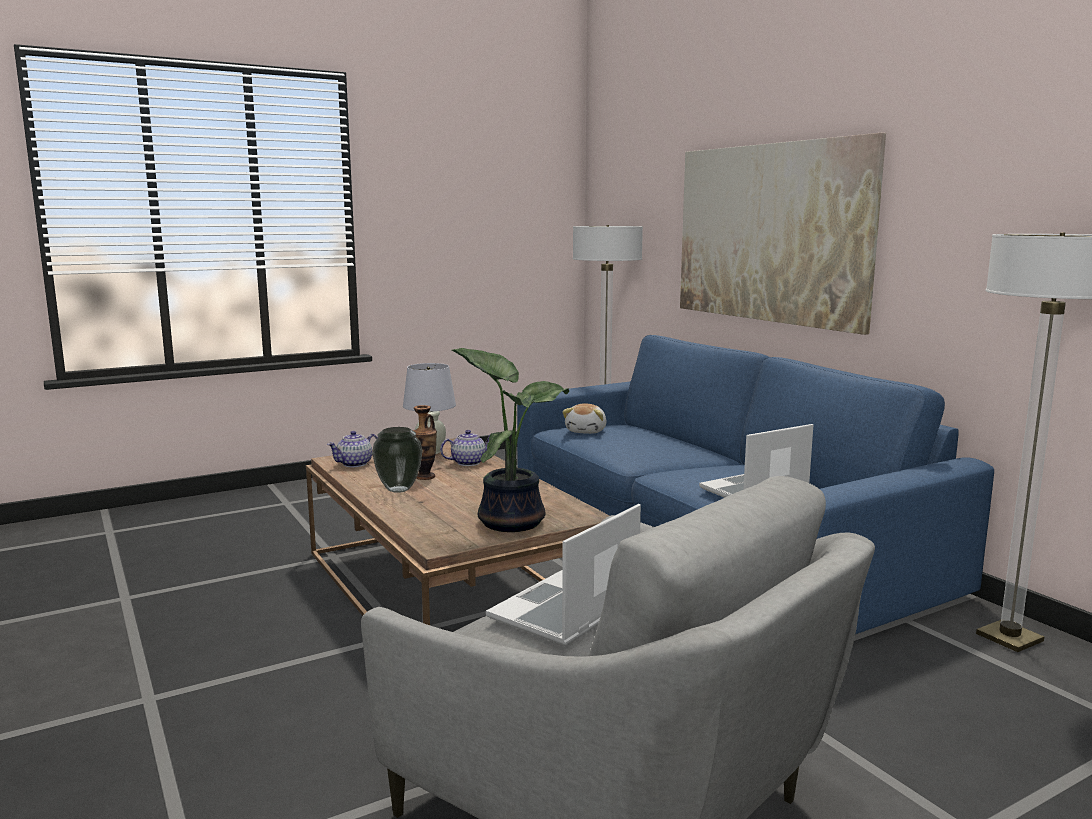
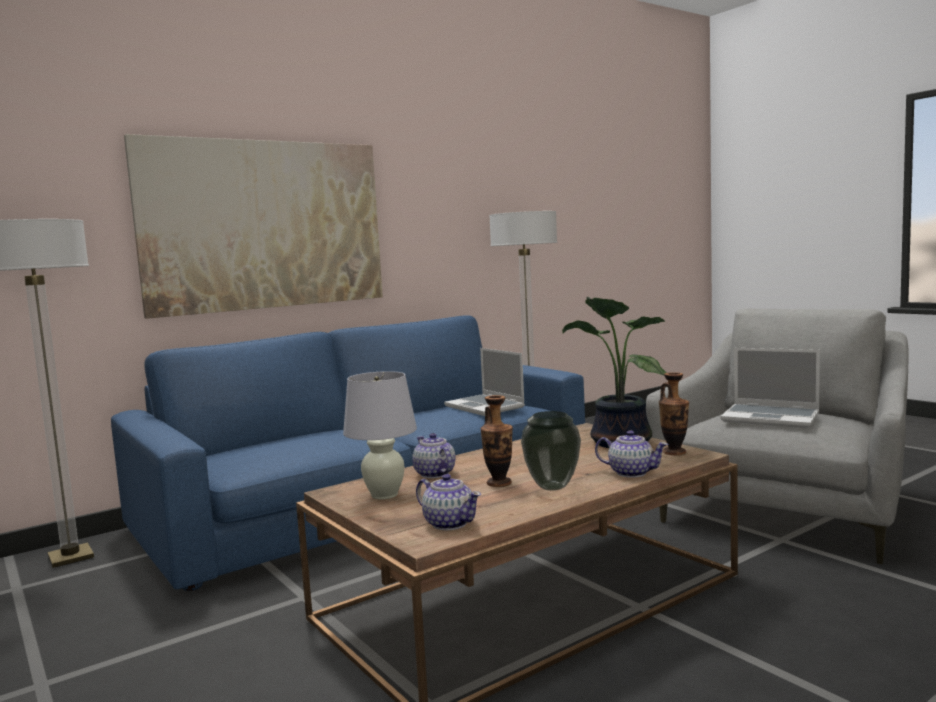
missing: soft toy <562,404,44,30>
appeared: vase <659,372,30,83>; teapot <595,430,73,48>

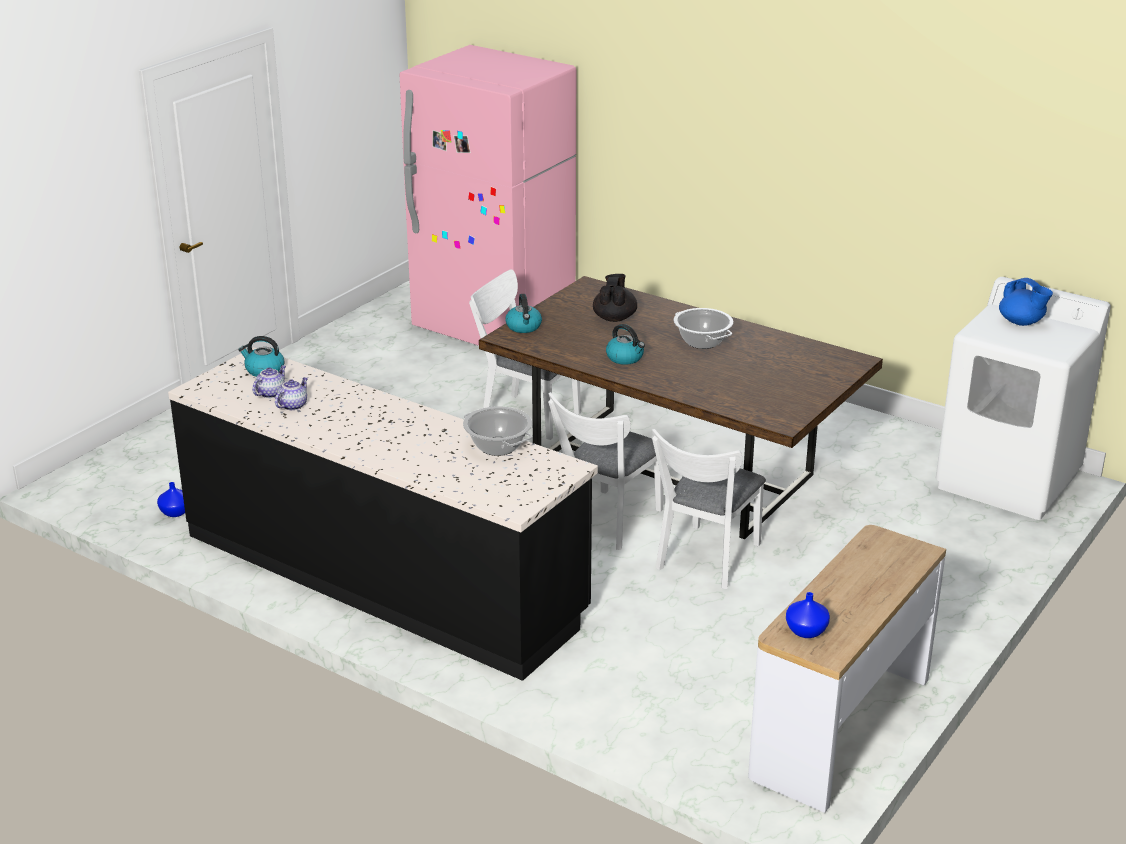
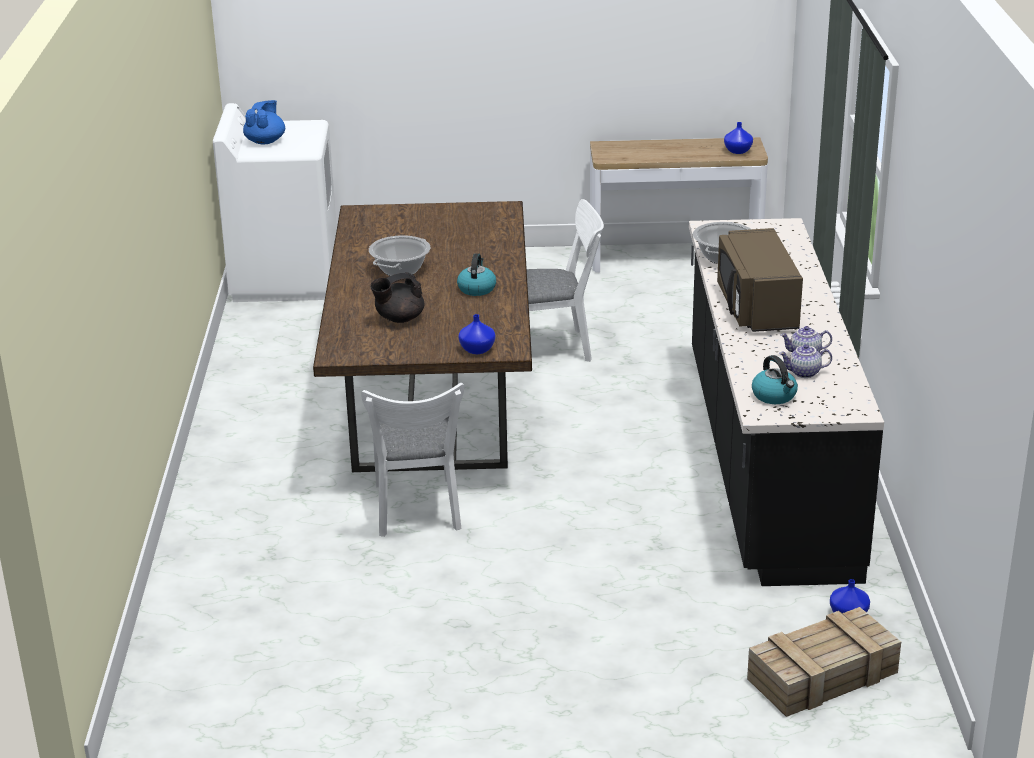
missing: fridge (pinkish) <399,45,177,301>; upright chair (white) <548,392,116,158>
appeared: microwave (brown) <717,228,86,104>; crate <747,607,154,110>
exchanged: tea kettle <506,294,36,39> to vase (bluish) <458,314,37,40>

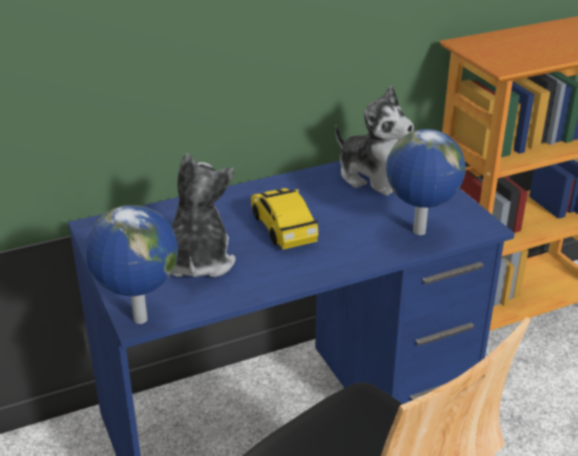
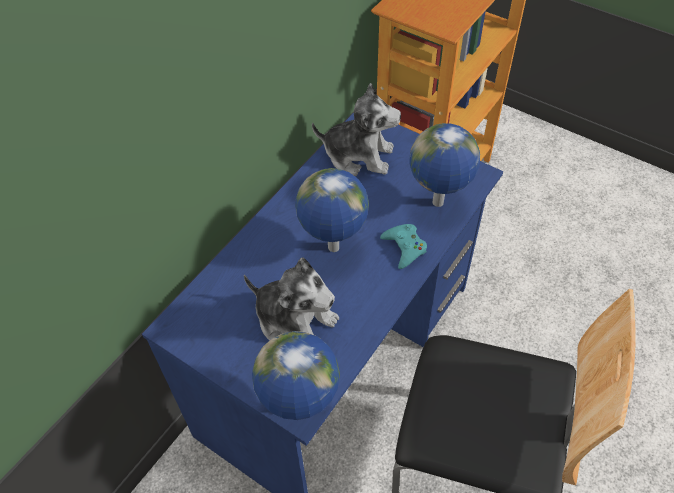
appeared: joypad (blue-green) <380,224,47,45>
exchanged: model car <251,188,68,61> to globe <295,168,74,84>
spun: soft toy <171,153,65,124> = <244,258,95,83> 150 degrees clockwise

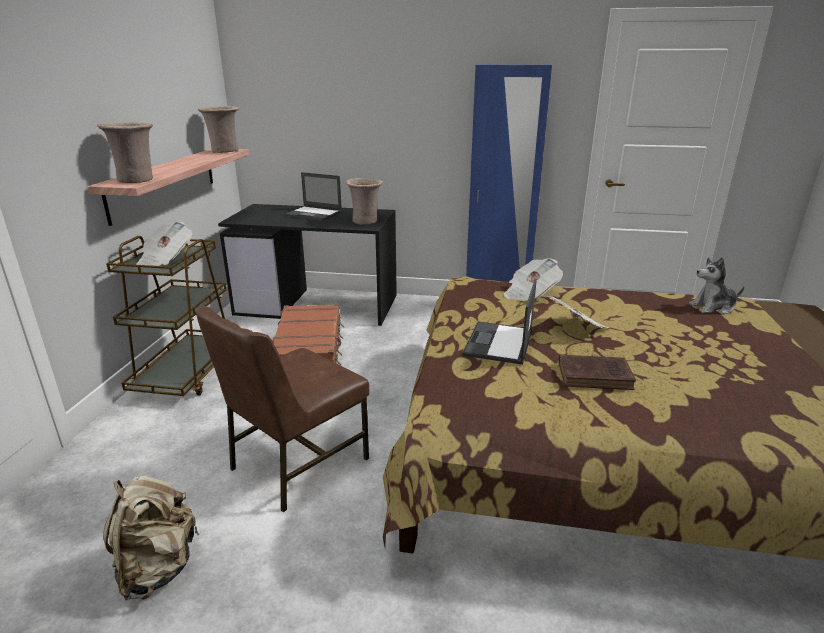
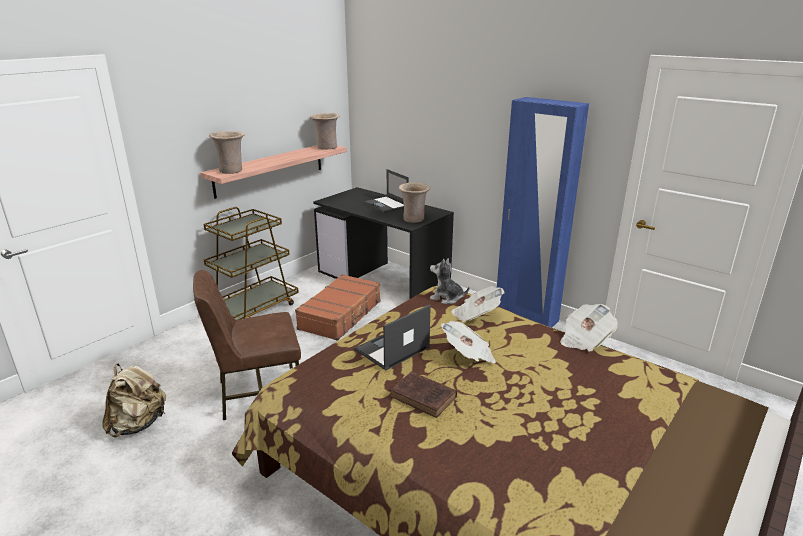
relocated: daily paper <136,221,56,45> to <560,304,58,48>; soft toy <689,257,56,58> to <430,258,40,46>

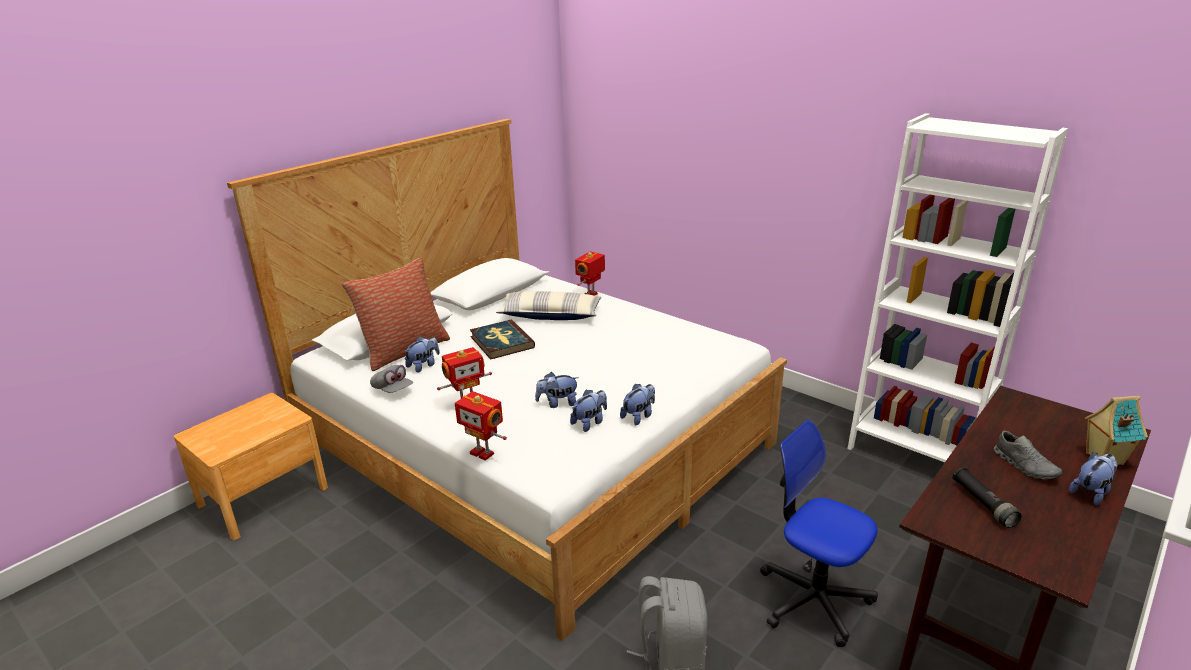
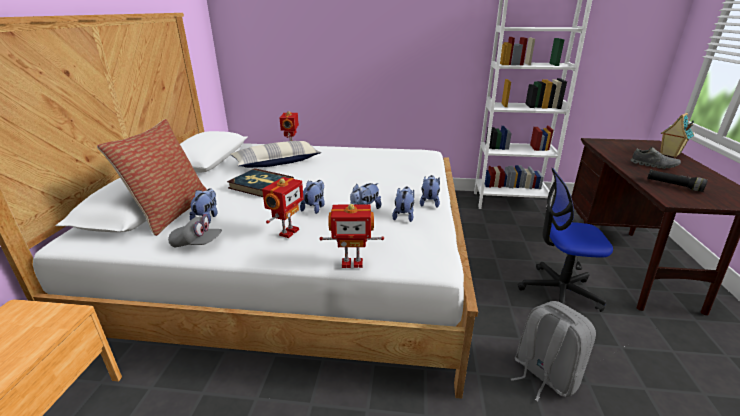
relocated: soft toy <1069,452,50,53> to <300,180,25,34>

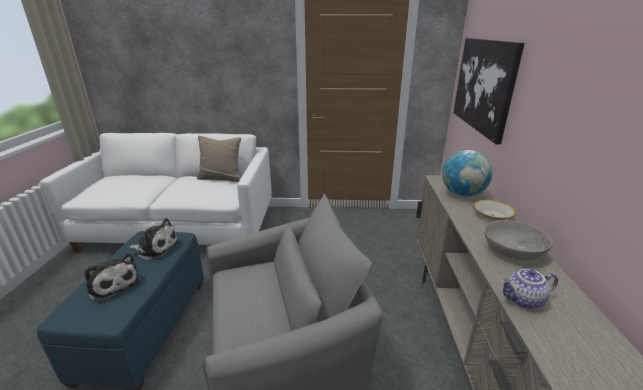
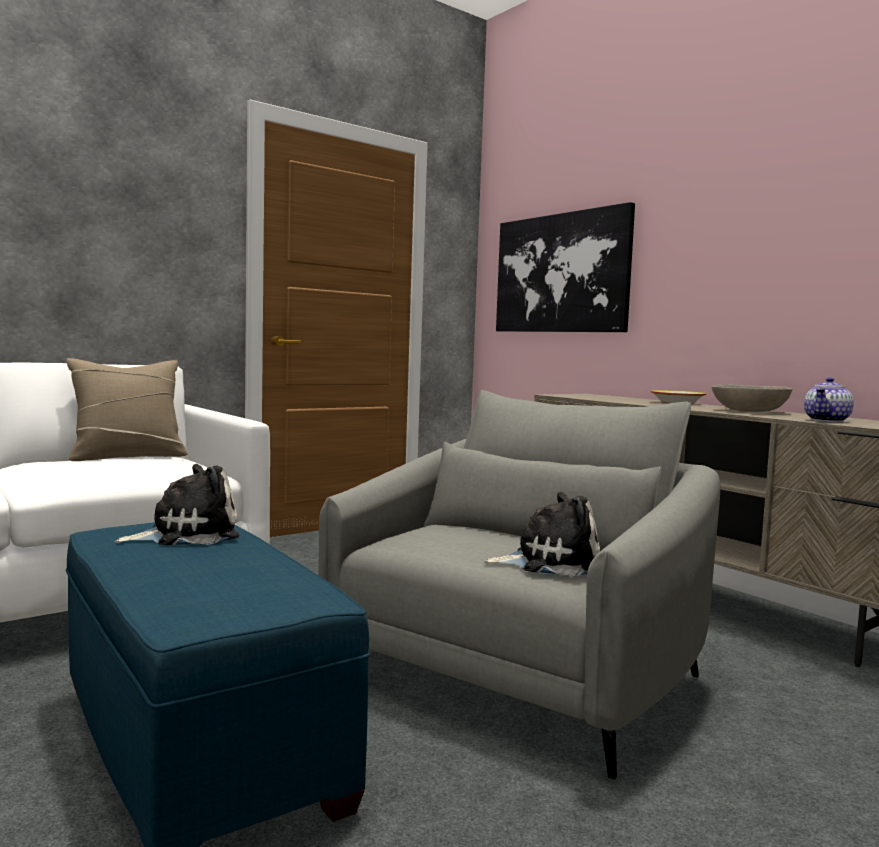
missing: globe <442,150,50,47>
relocated: soft toy <84,253,56,50> to <484,492,116,85>

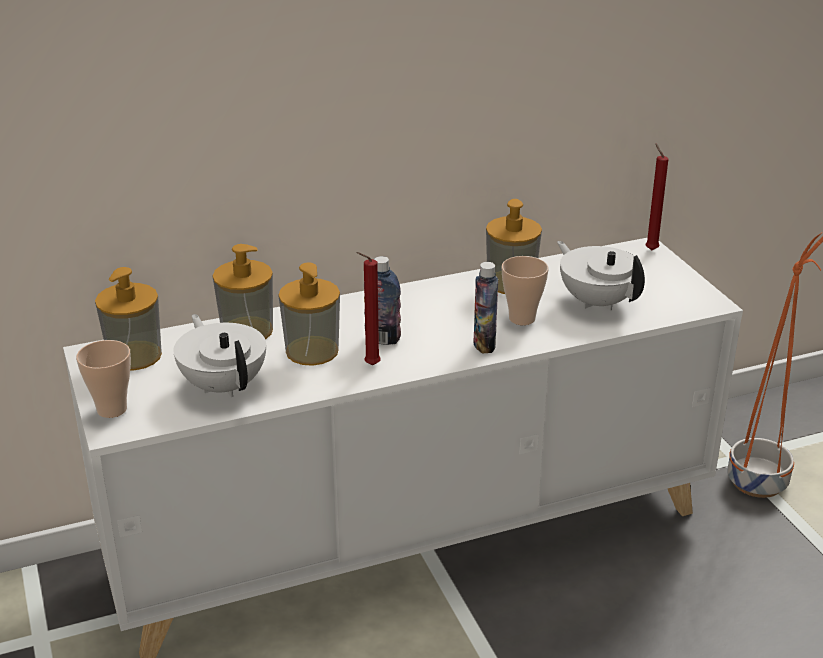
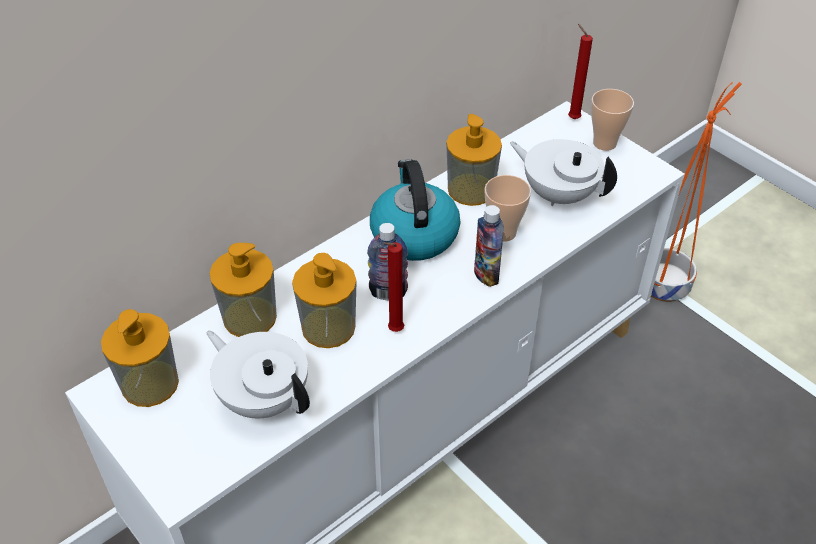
appeared: tea kettle <370,159,90,102>
relocated: drinking cup <76,340,55,78> to <591,89,43,62>

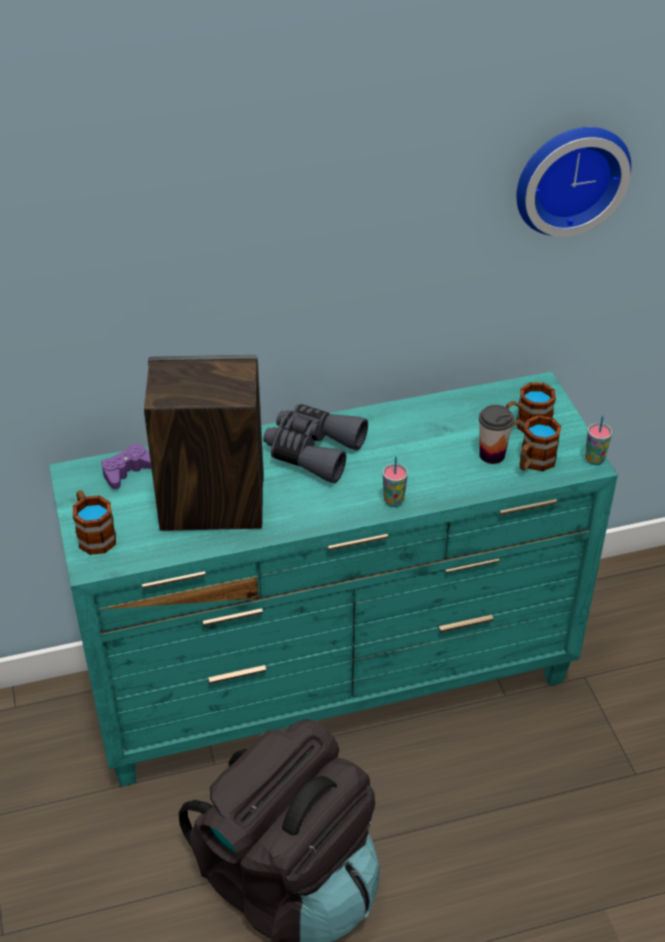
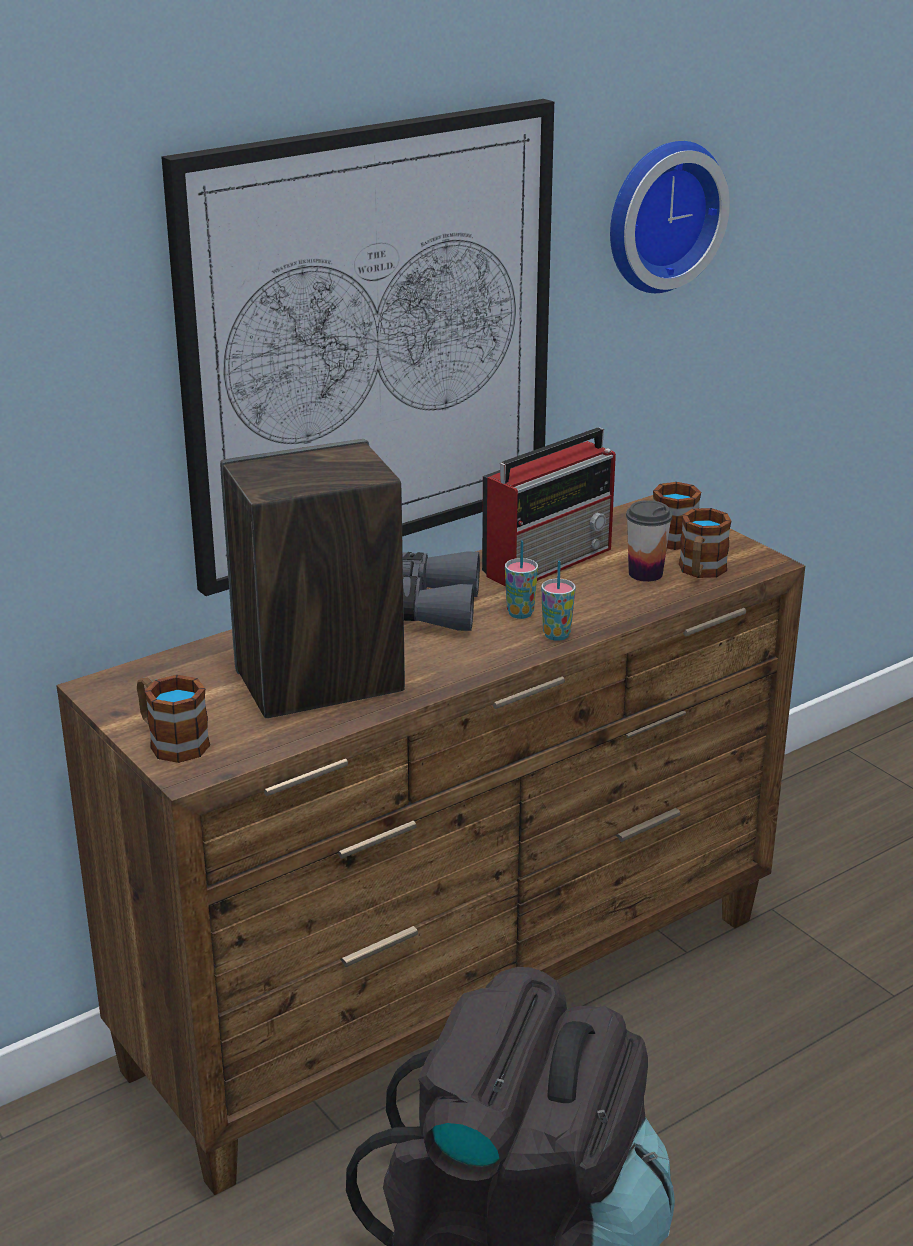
missing: joypad (purplish) <101,444,50,45>
appeared: wall art <161,99,393,497>; radio <482,428,134,159>
relocated: drinking cup <585,415,27,50> to <505,541,33,78>
colour: drawer chest (blue-green) <49,372,569,415> to drawer chest (brown) <56,495,749,700>

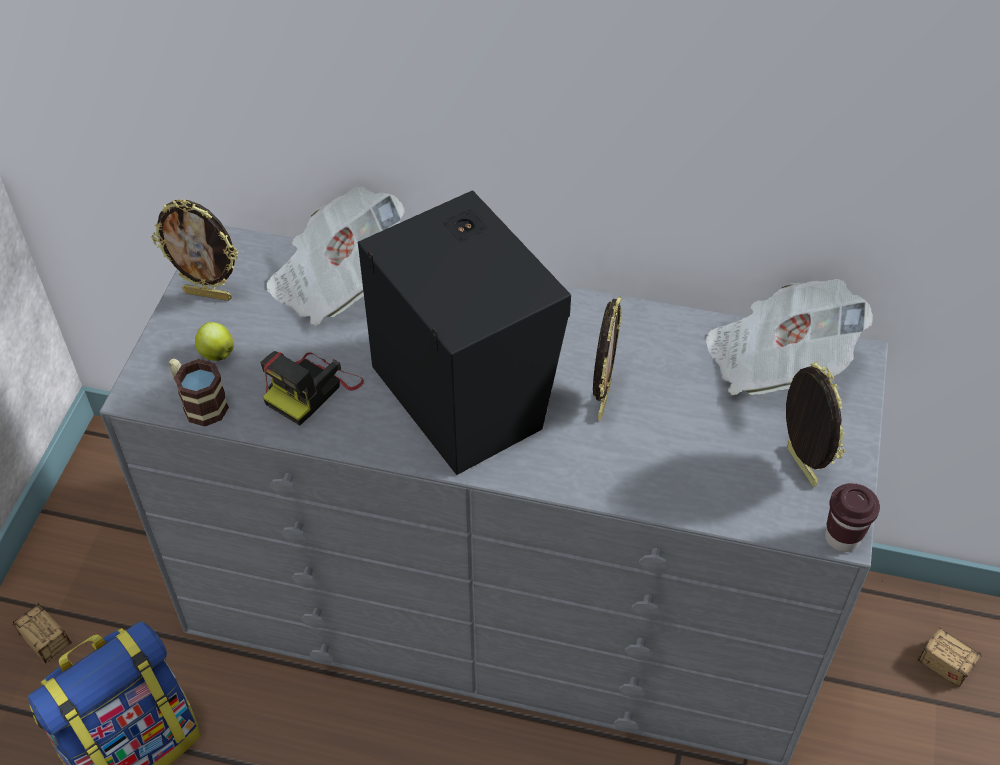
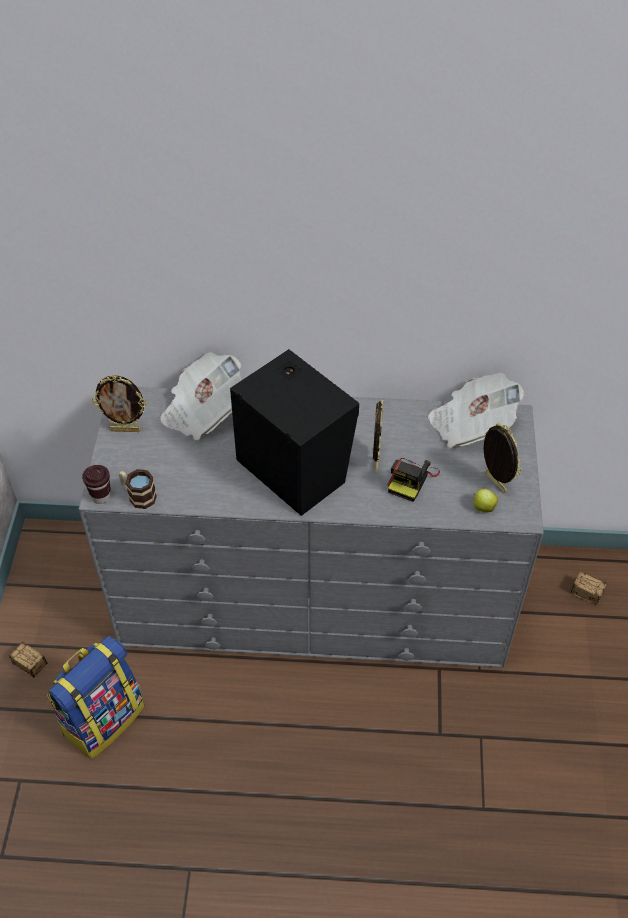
relocated: whole apple <195,322,39,39> to <473,489,25,23>; still camera <260,351,104,75> to <387,458,53,44>; drinking cup (brown) <825,483,55,69> to <82,465,29,39>

